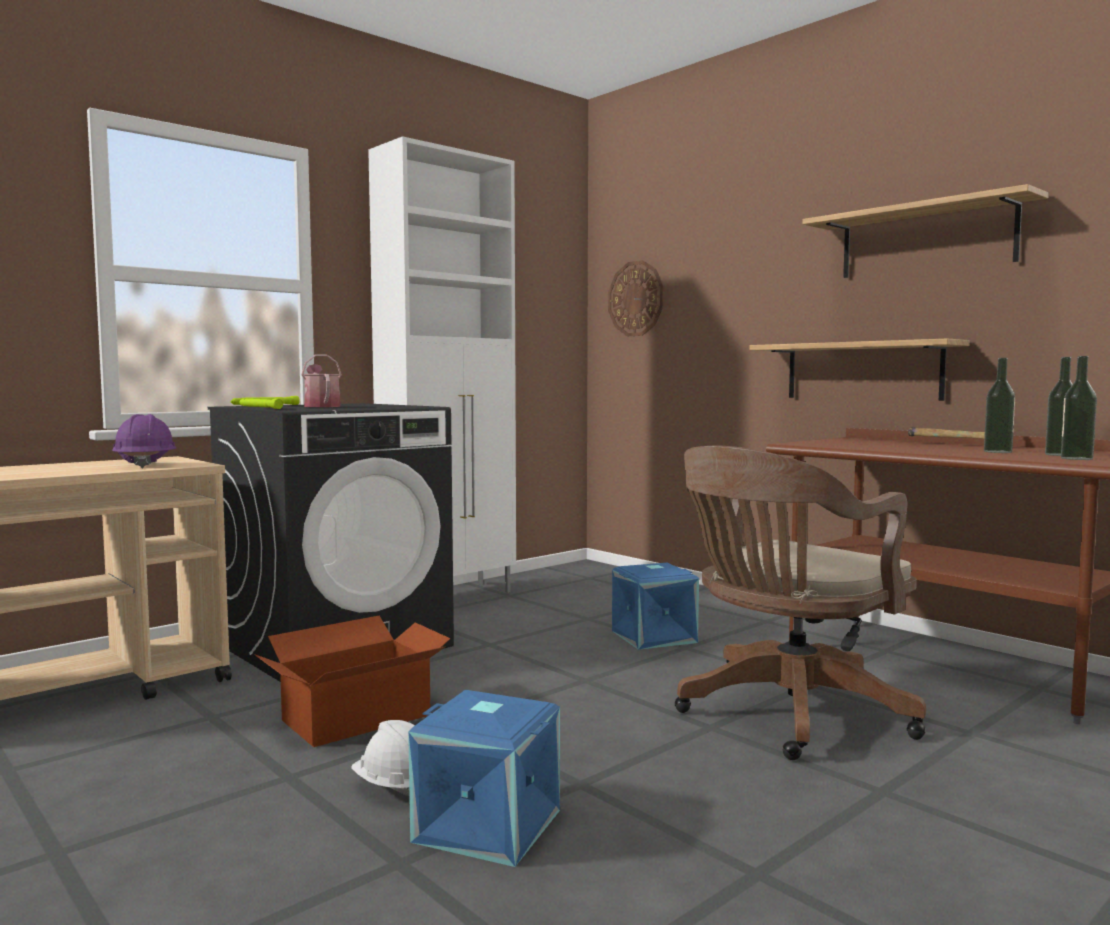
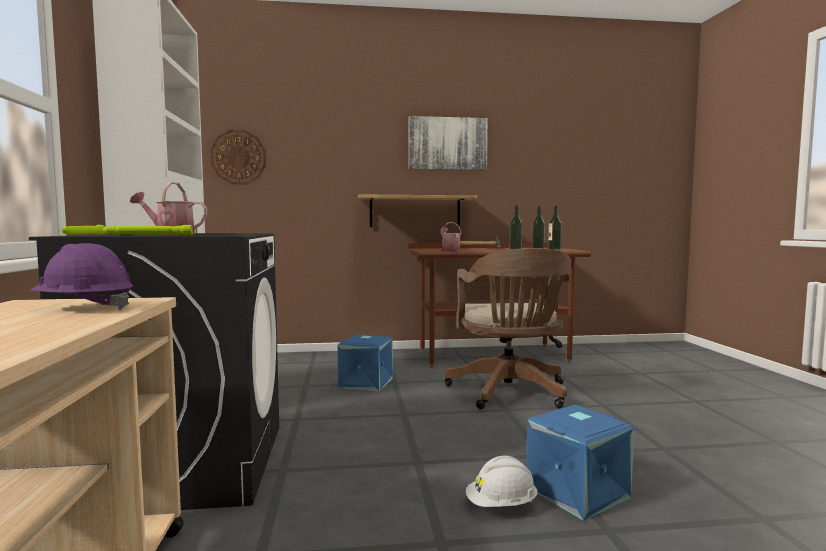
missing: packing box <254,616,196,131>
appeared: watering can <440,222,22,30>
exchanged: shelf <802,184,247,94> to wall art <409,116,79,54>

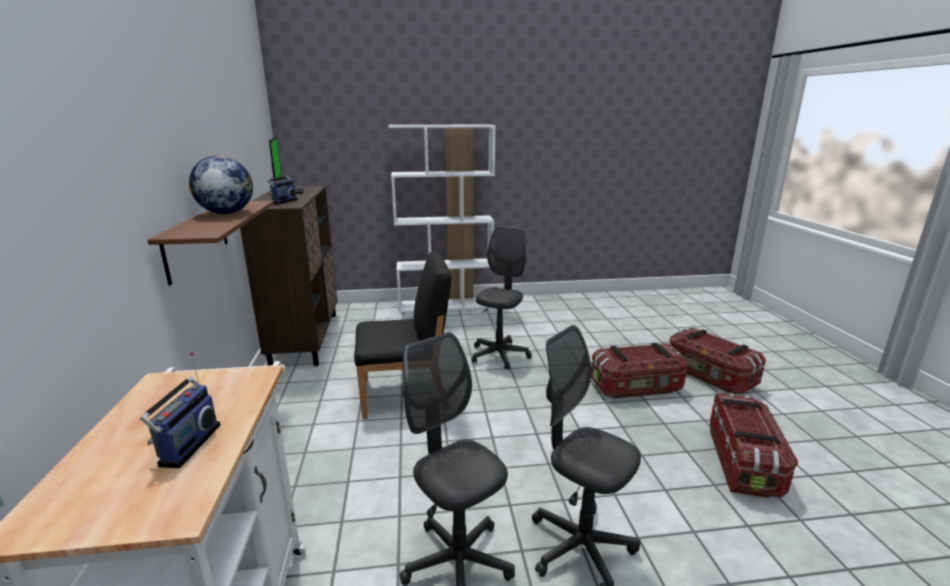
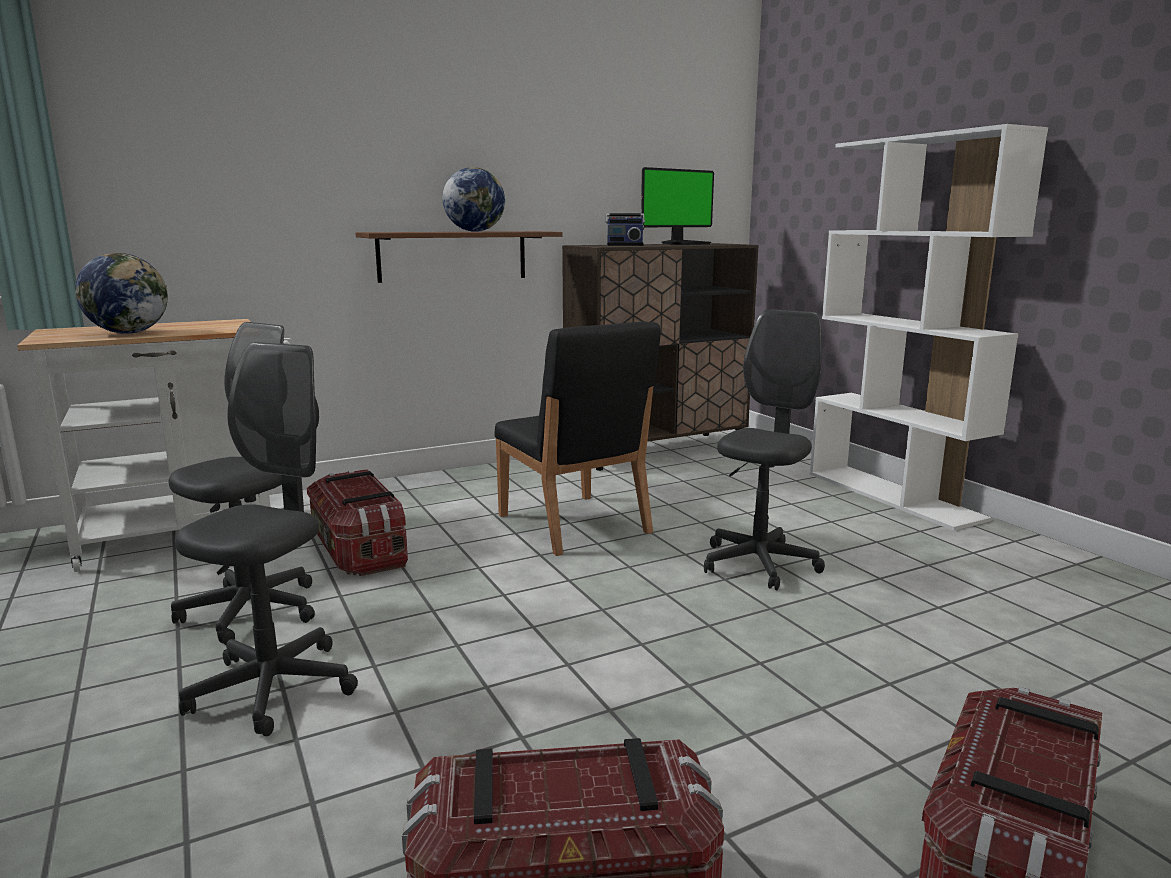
relocated: storage box <591,343,97,55> to <307,469,101,107>
exchanged: radio <140,352,80,116> to globe <75,253,93,81>
spun: office chair (gray) <472,226,60,144> = <704,309,121,281> 60 degrees counterclockwise

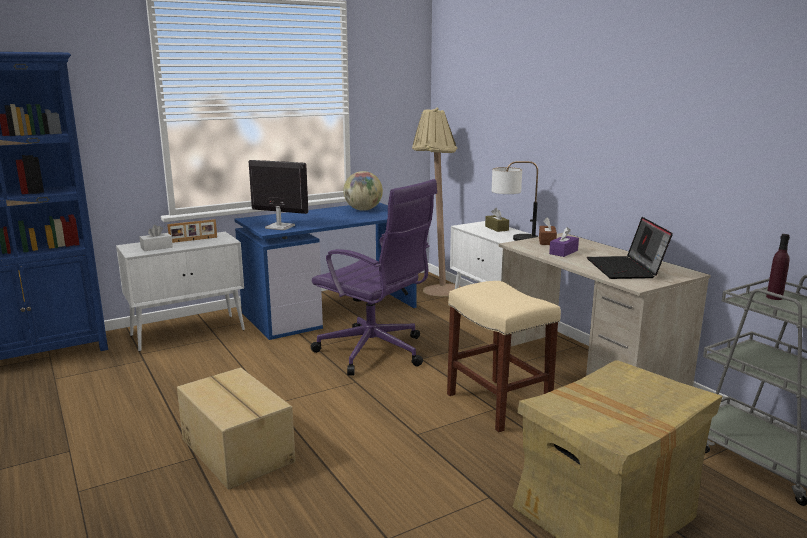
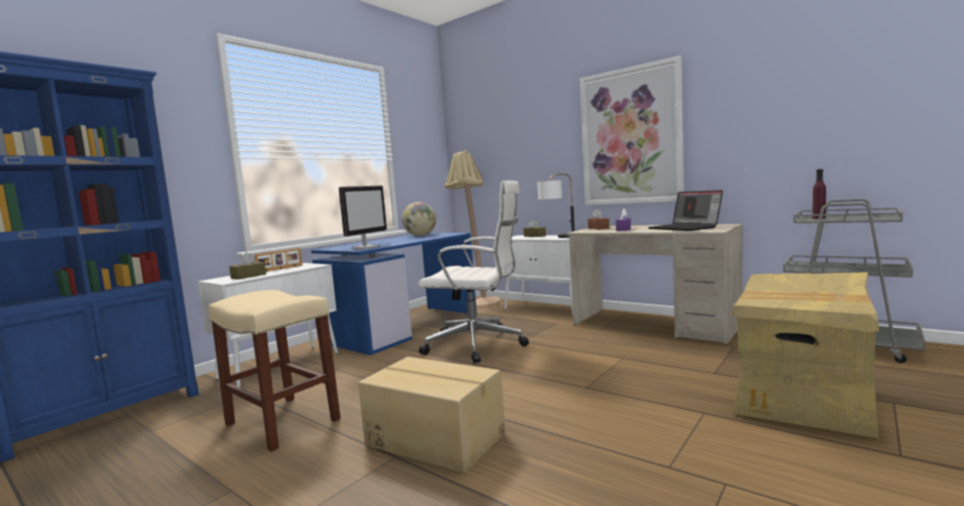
appeared: wall art <580,56,104,149>
relocated: sitting stool (beige) <447,281,114,151> to <208,290,133,162>
colour: office chair (purplish) <311,179,126,197> to office chair (white) <418,181,111,182>; tissue holder (white) <140,225,33,26> to tissue holder (brown) <229,252,37,28>
spun: monitor <249,160,59,70> = <339,186,48,63> 120 degrees clockwise

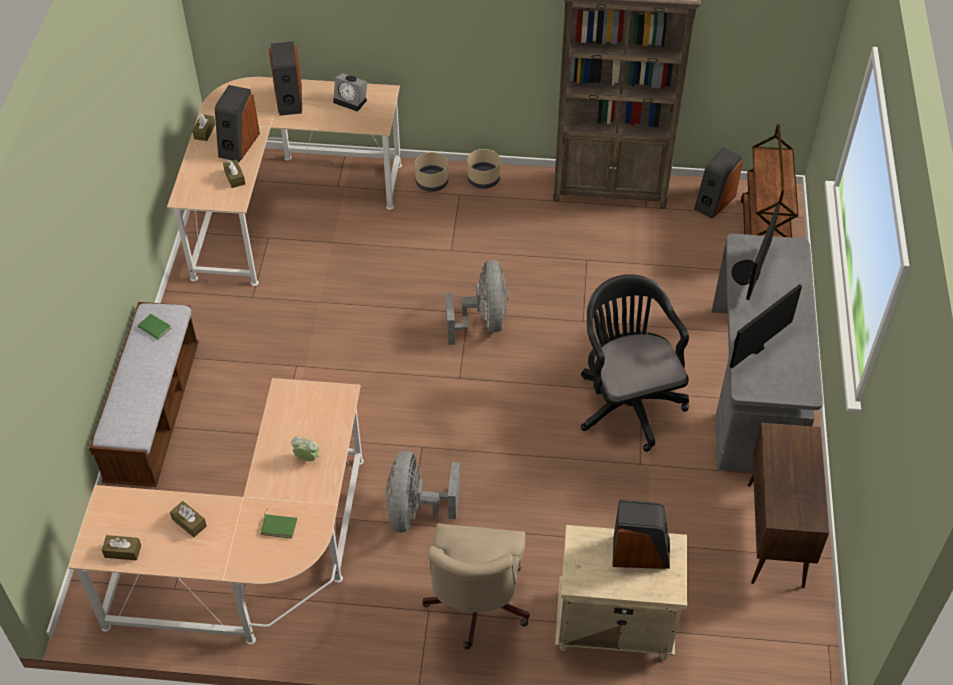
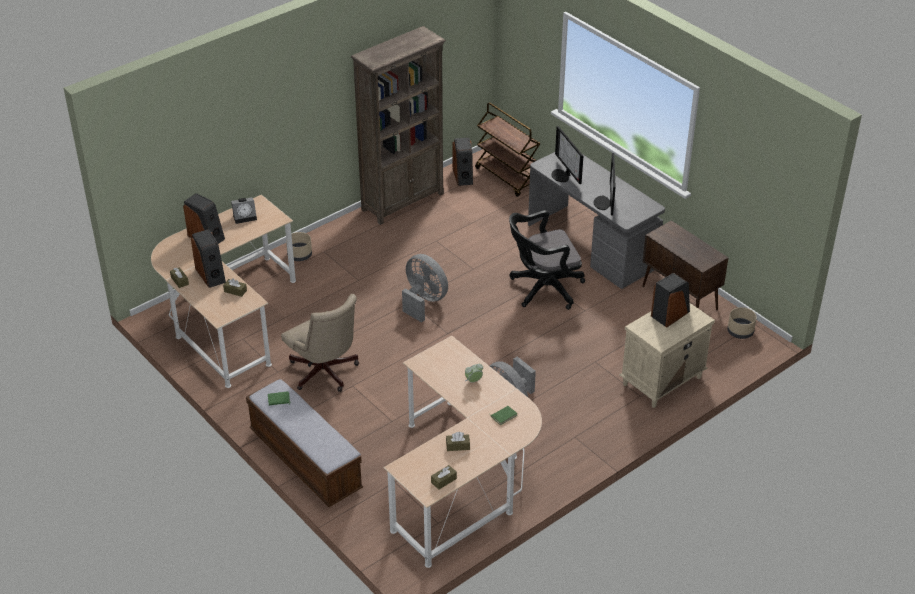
relocated: planter (beige) <467,149,33,40> to <728,307,29,32>; office chair (beige) <422,523,108,126> to <281,294,78,98>
spun: office chair (blackish) <581,274,108,178> = <509,210,76,100> 45 degrees counterclockwise

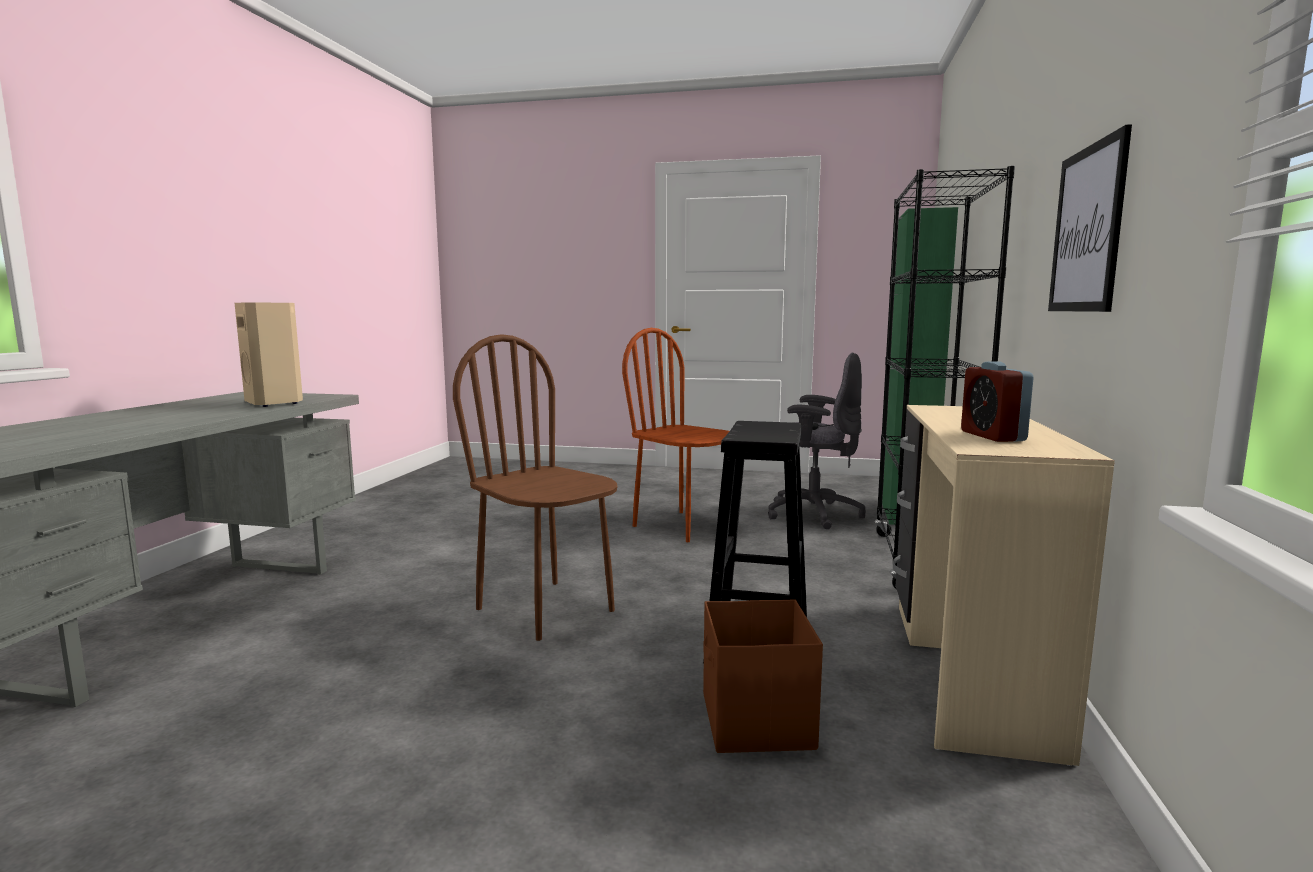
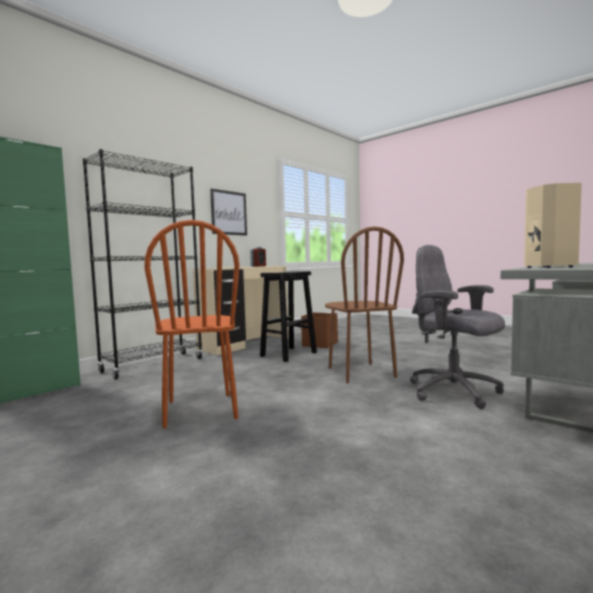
relocated: office chair (gray) <768,352,98,177> to <410,245,95,164>

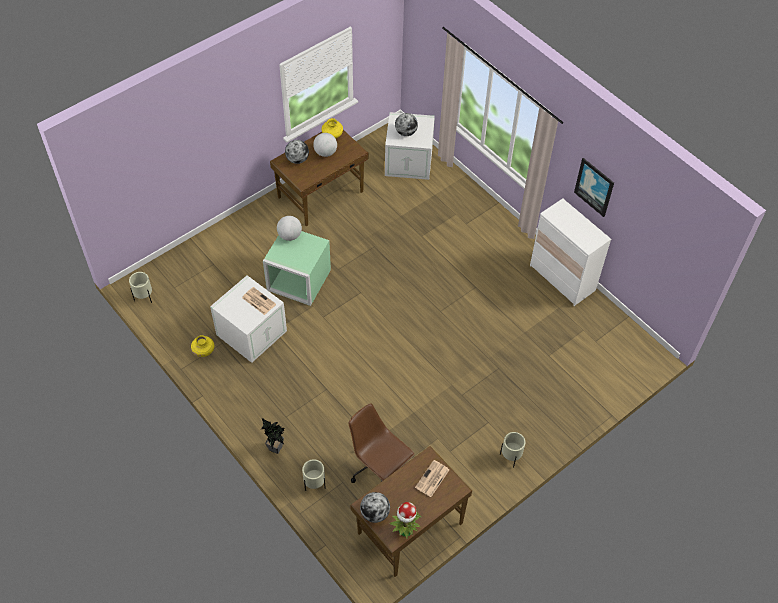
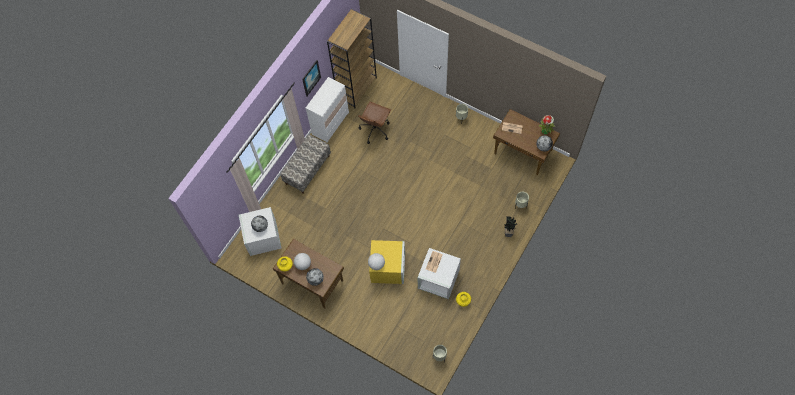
appeared: shelving unit (brown) <327,9,50,99>; bench <280,135,51,59>
relocated: office chair (brown) <349,403,65,80> to <358,102,33,42>
colour: storage box (greenish) <263,231,68,75> to storage box (yellow-coloured) <369,240,36,44>

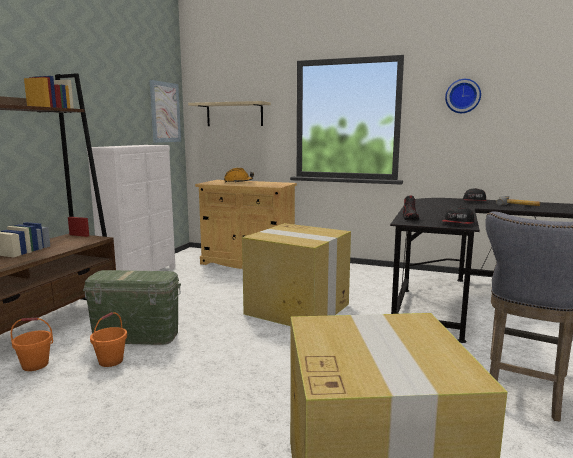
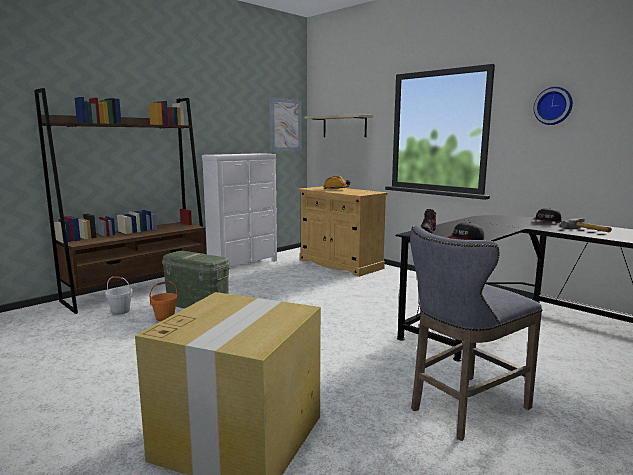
missing: packing box <242,223,109,103>
colour: bucket (orangey) <10,318,43,53> to bucket (white) <105,276,28,39>

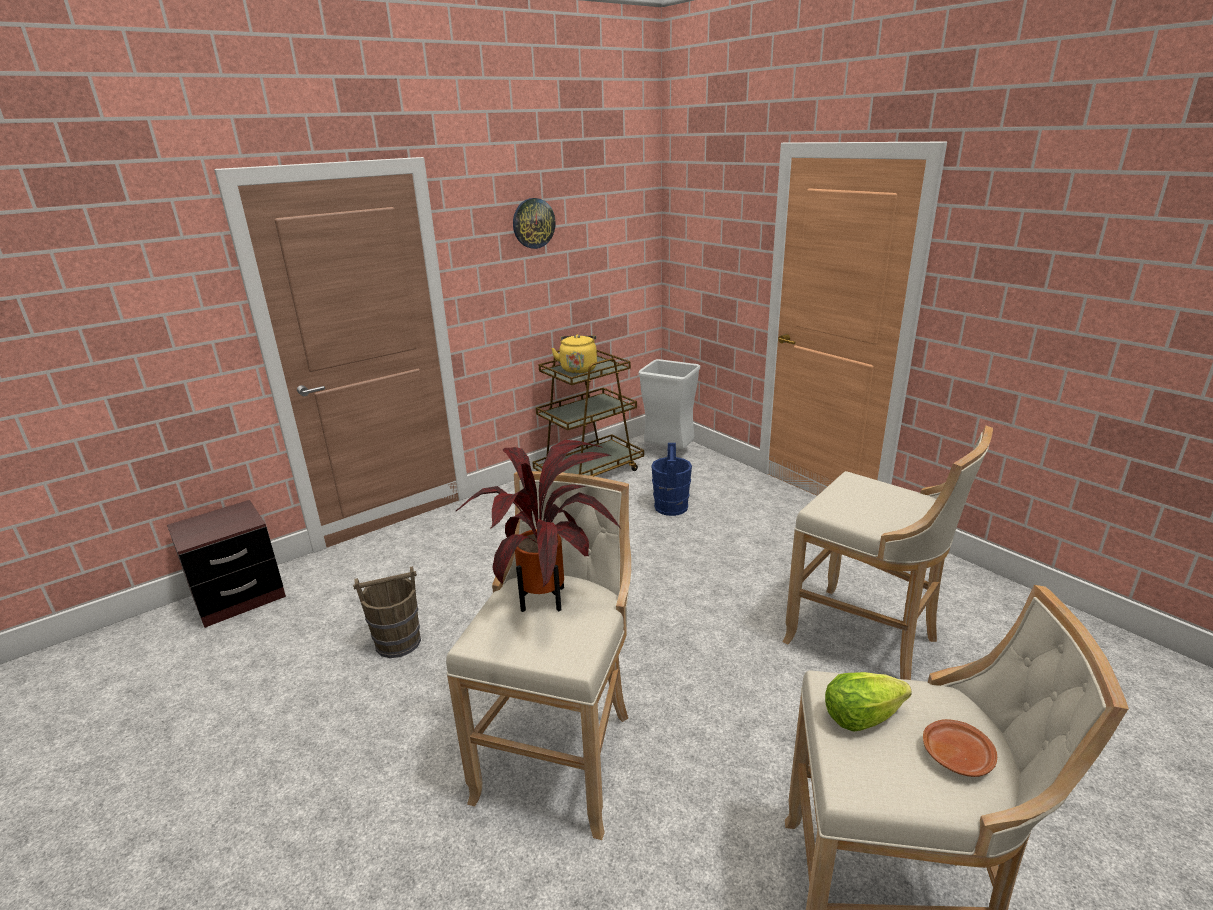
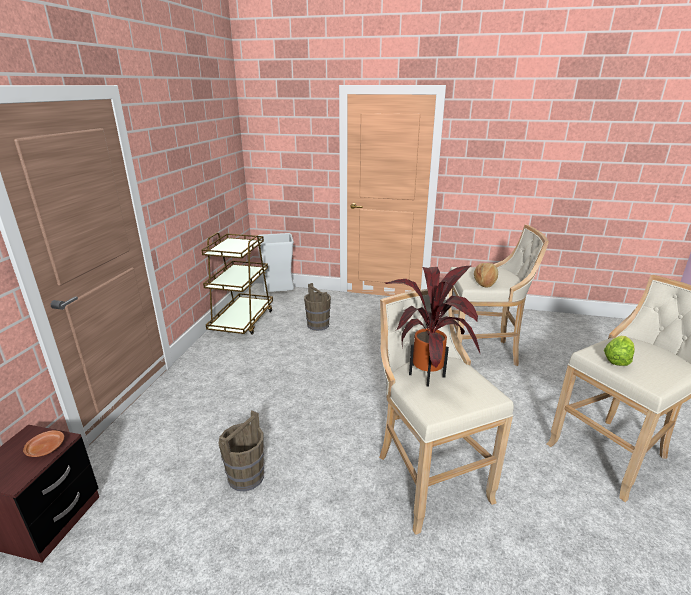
missing: hanging clock <513,198,43,51>; tea kettle (yellow-coloured) <551,334,46,39>
appeared: bakery bread <474,263,24,25>
relocated: dinner plate (brown) <923,719,74,58> to <23,430,41,27>
colour: bucket (bluish) <651,443,41,73> to bucket (brown) <304,283,27,48>

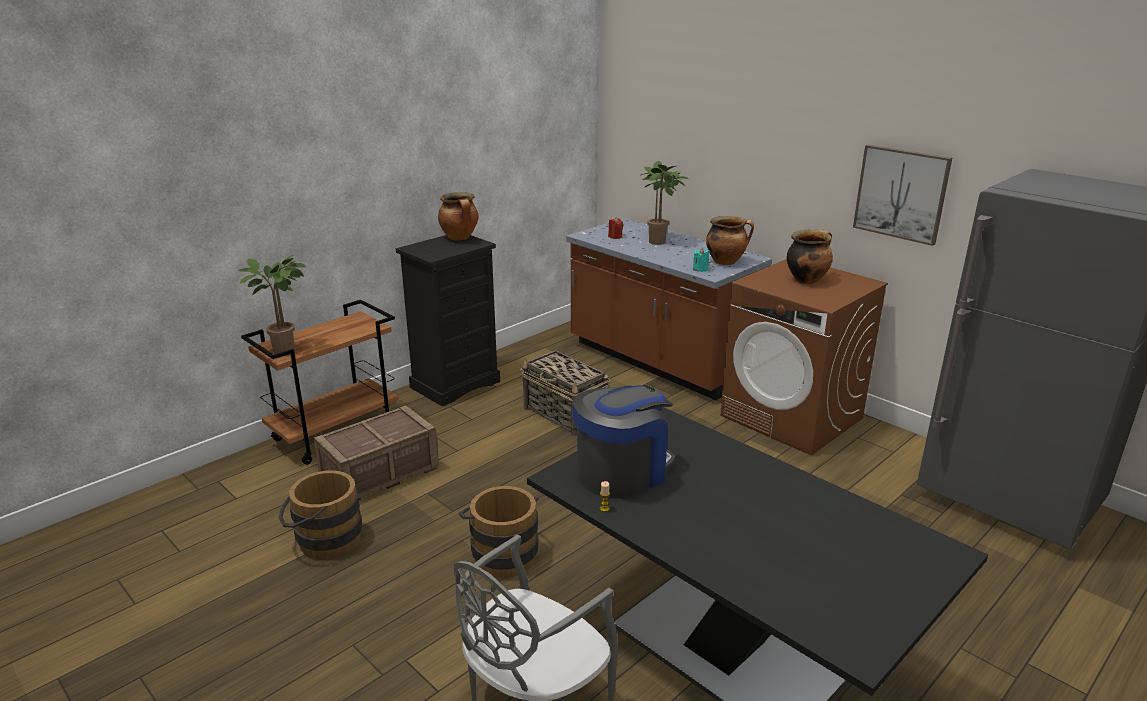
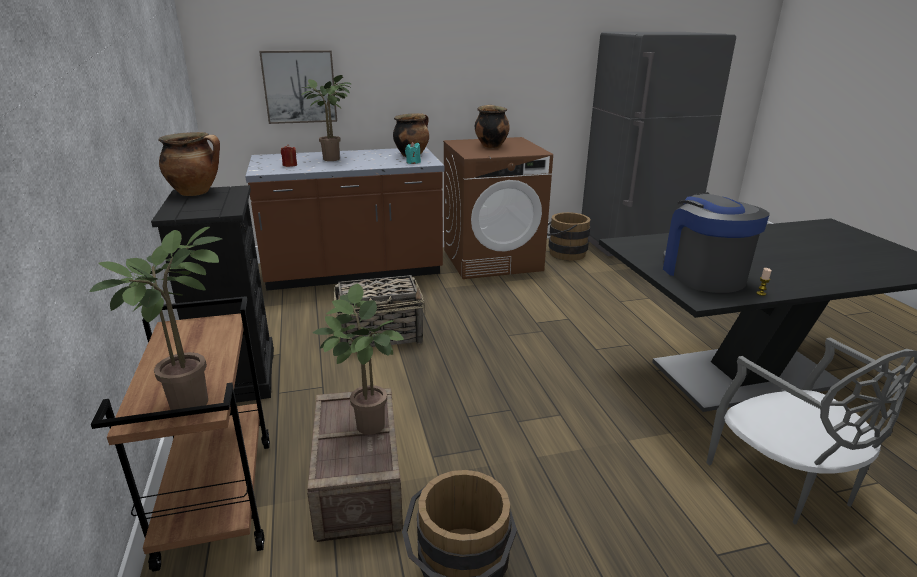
appeared: houseplant <313,284,91,151>
relocated: wall art <853,145,99,101> to <259,50,78,74>; bucket (brown) <459,486,80,92> to <547,212,44,49>

